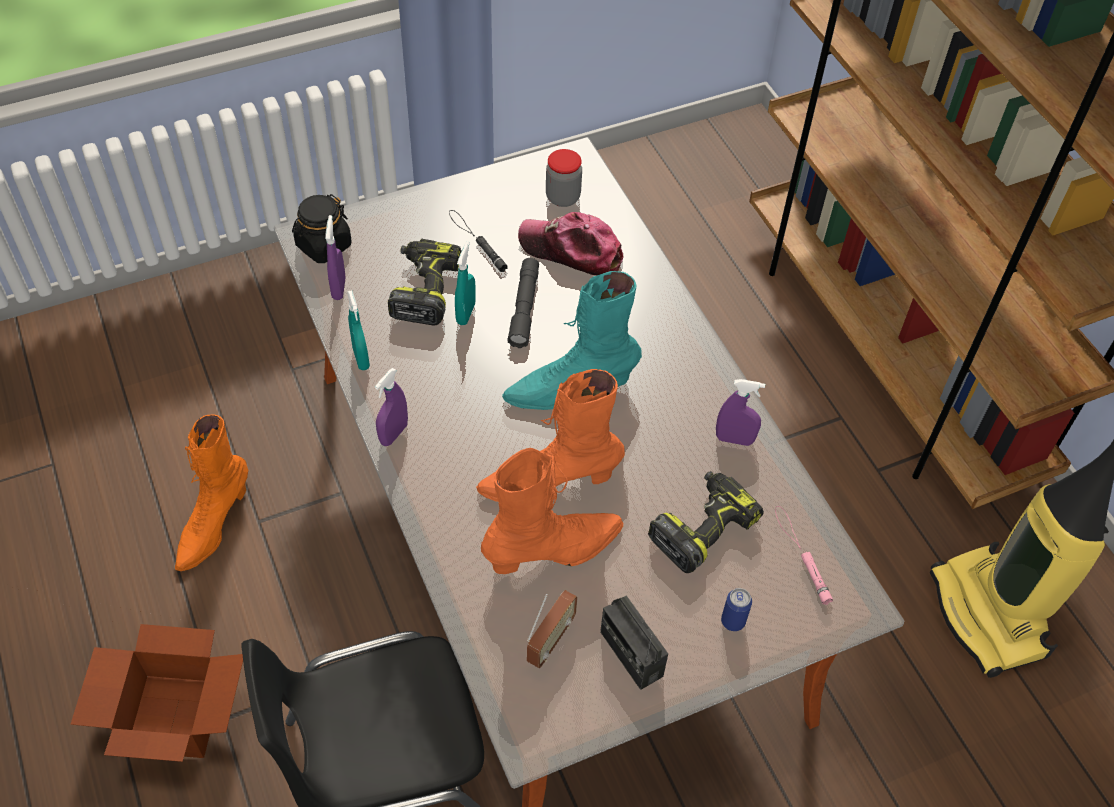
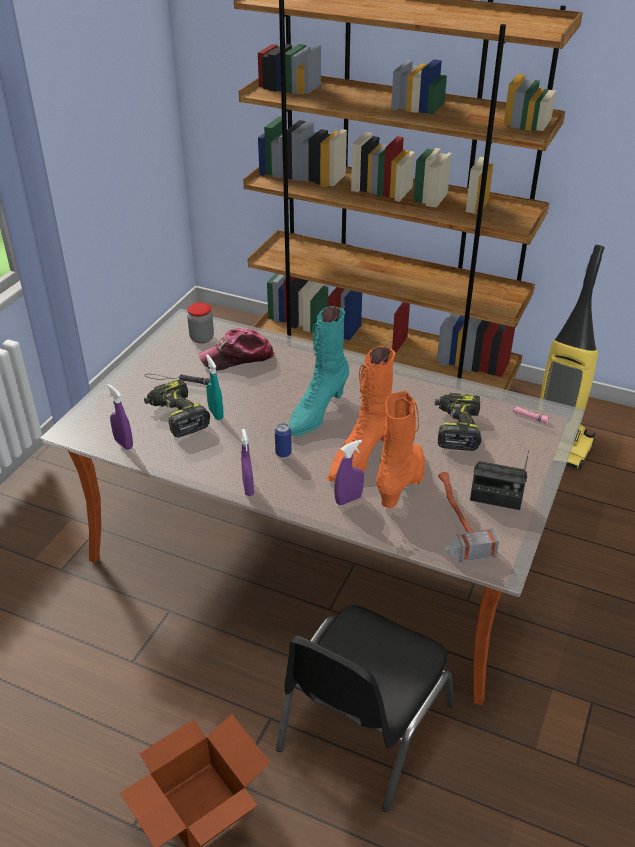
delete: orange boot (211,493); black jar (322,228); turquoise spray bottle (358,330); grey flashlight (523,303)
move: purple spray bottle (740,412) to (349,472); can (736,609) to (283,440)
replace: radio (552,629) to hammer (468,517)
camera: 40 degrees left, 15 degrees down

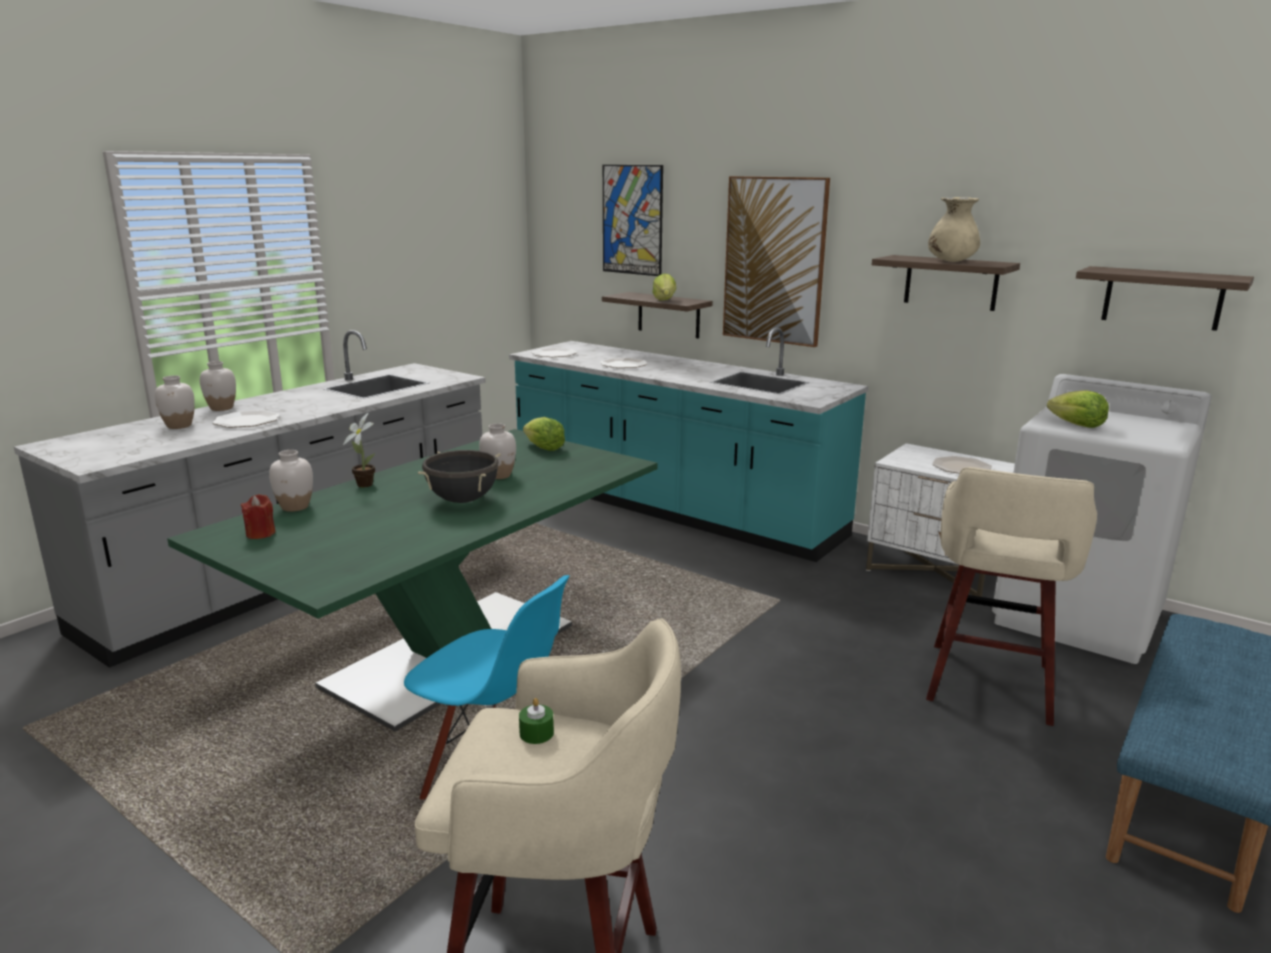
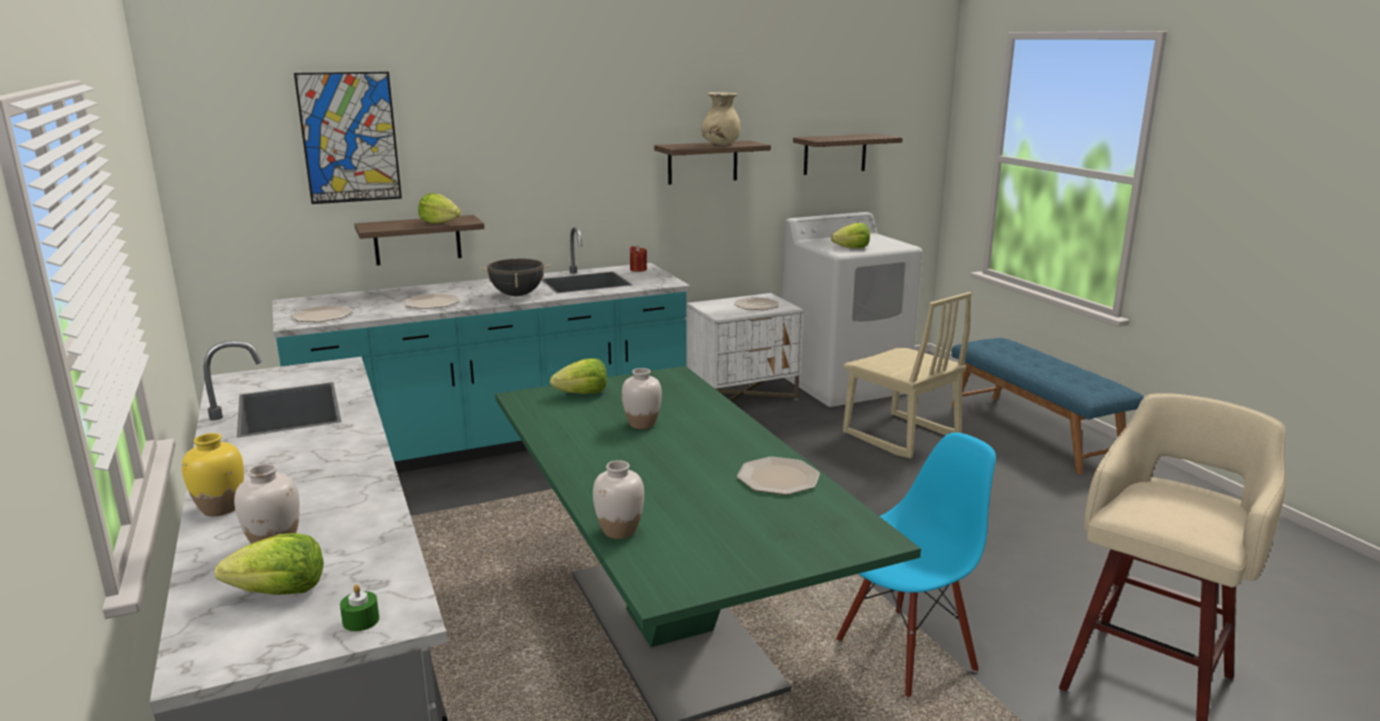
delete: potted plant (359,450); picture (776,261)
insert: lettuce (269,564)
move: plate (246,419) to (778,476); red candle (258,516) to (638,258); black cooking pot (459,476) to (515,277); green candle (536,721) to (359,607)
replace: beige stool (1011,596) to beige chair (907,375)
recolor: white vase (218,386) to yellow vase (213,474)
camera: 60 degrees left, 0 degrees up

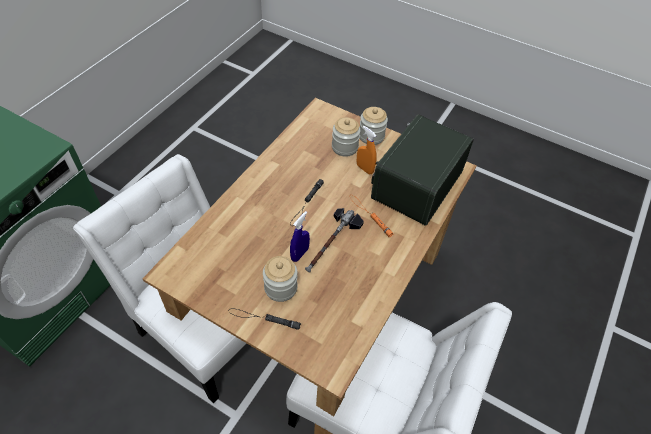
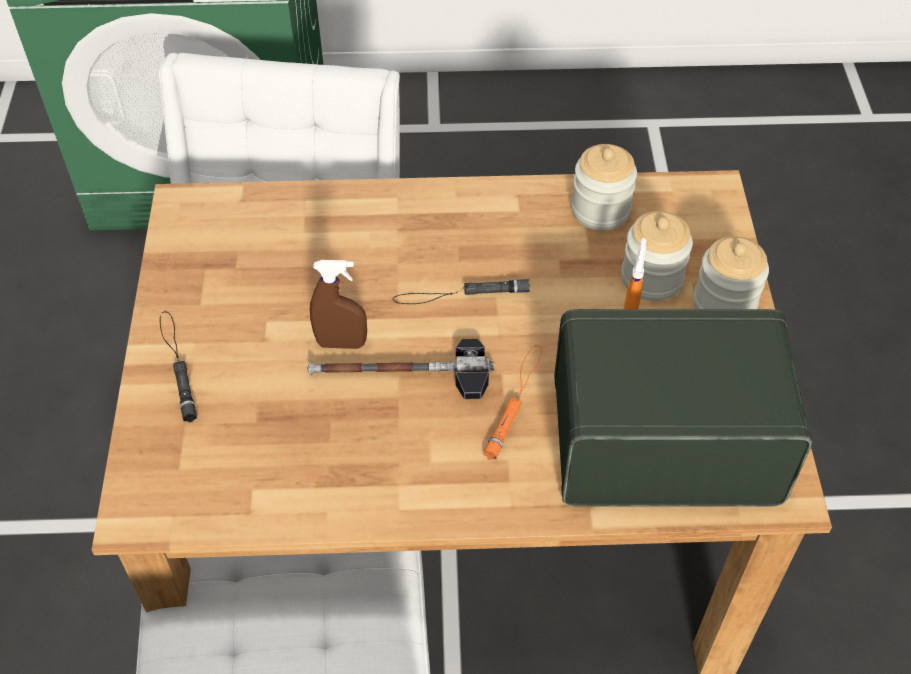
move: jar (280,279) to (604,187)
recolor: blue spray bottle (300,236) to brown spray bottle (338,304)
camera: 60 degrees right, 0 degrees up

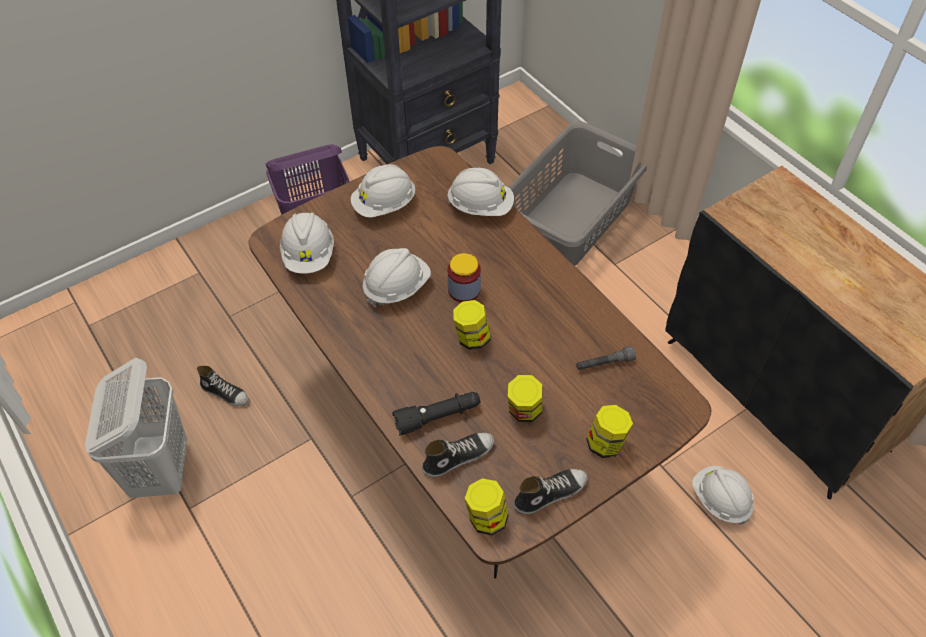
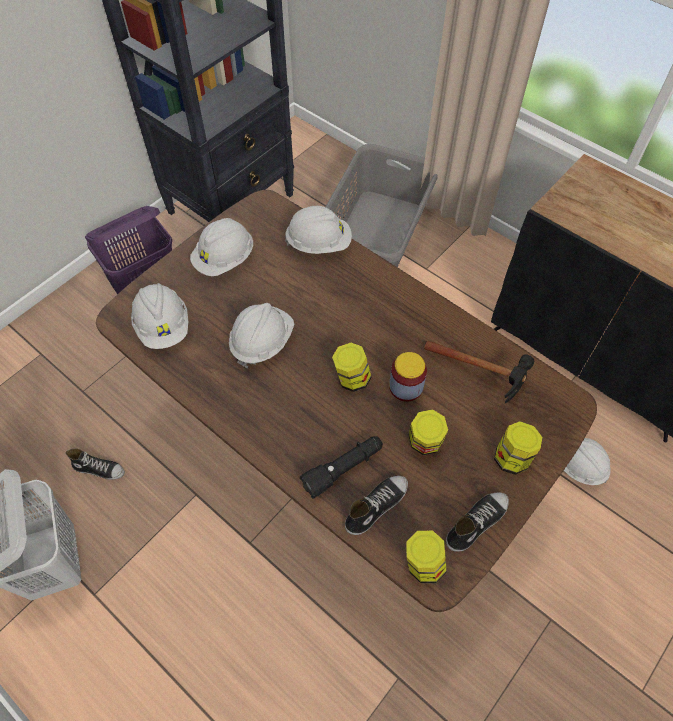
move: jar (464,277) to (408,377)
replace: grey flashlight (606,358) to hammer (479,372)
camera: 15 degrees left, 5 degrees up

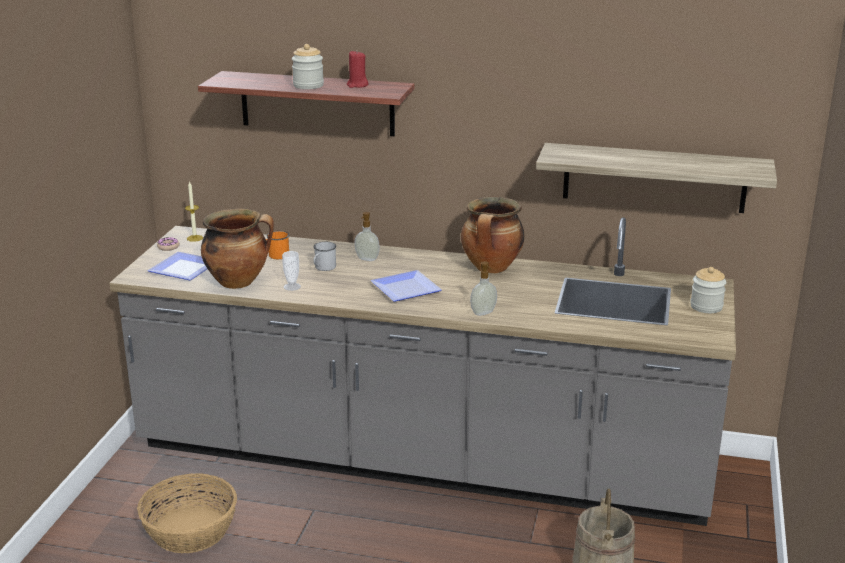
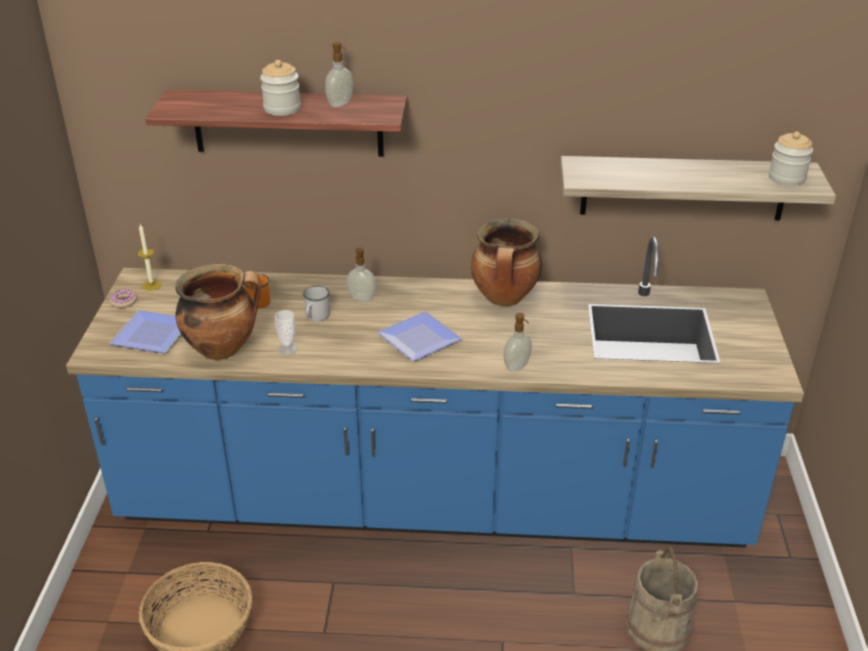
move: jar (708,290) to (791,159)
replace: red candle (357,69) to soap dispenser (339,74)
recolor: grey counter (423,371) to blue counter (435,392)
camera: 10 degrees left, 10 degrees up

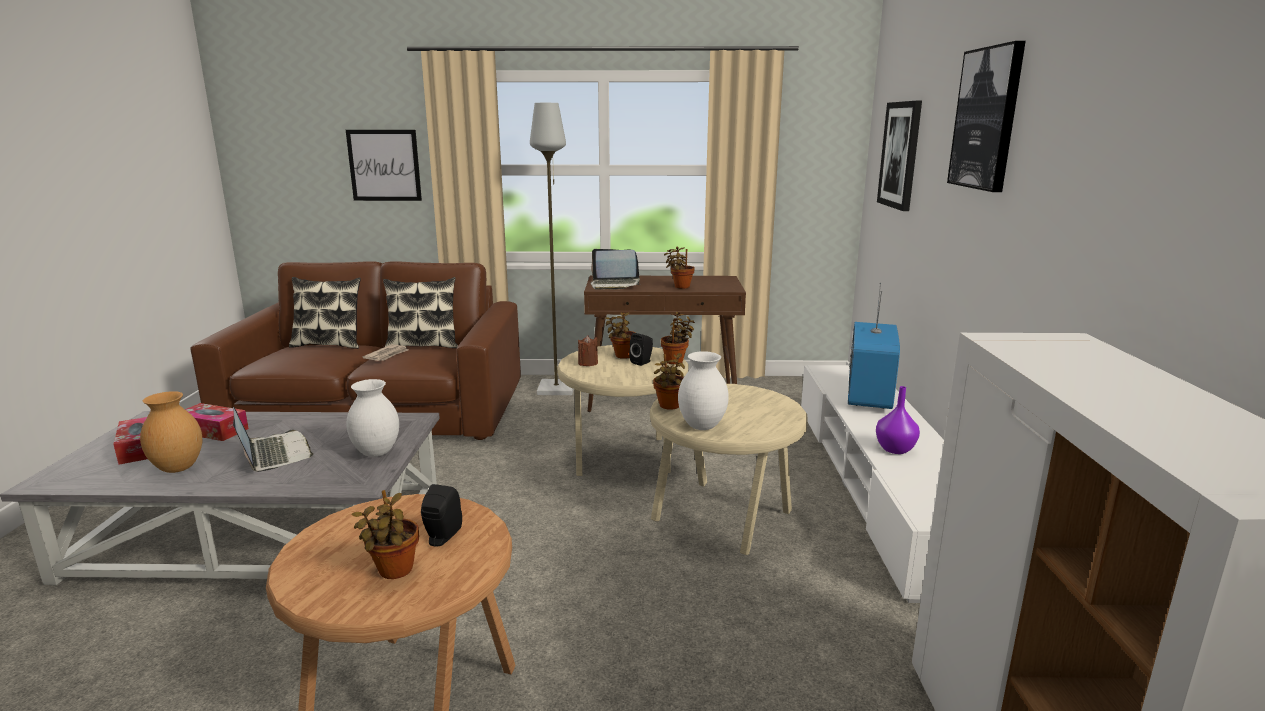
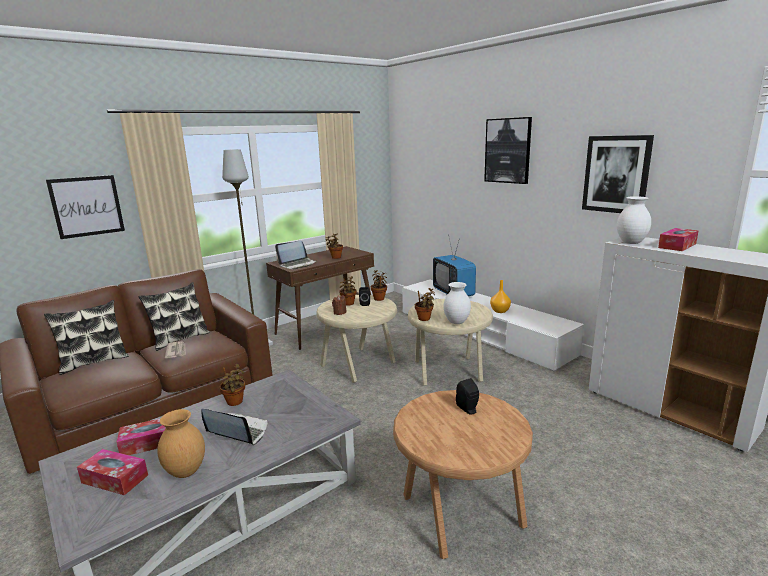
insert: tissue box (678,239)
move: white vase (372,418) to (634,220); potted plant (385,534) to (232,385); picture (899,156) to (618,174)
recolor: purple vase (898,420) to orange vase (500,296)
camera: 40 degrees left, 0 degrees up

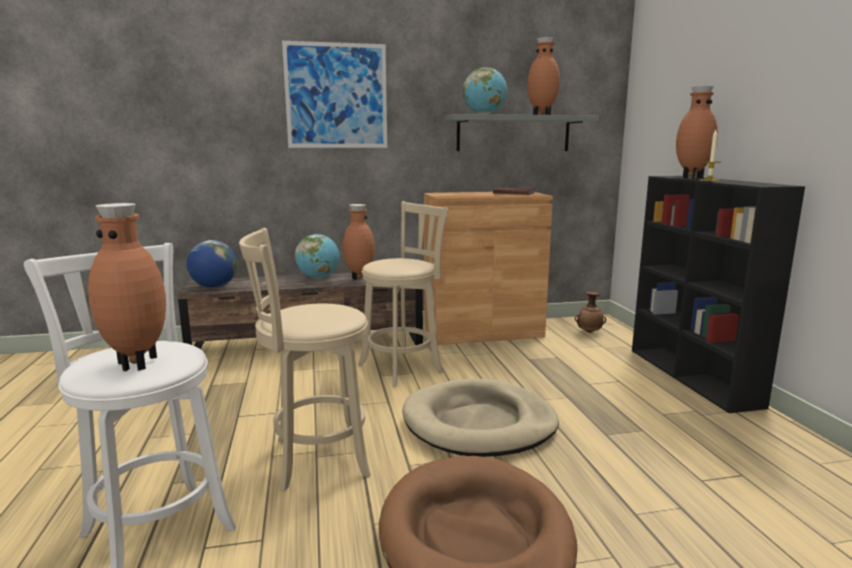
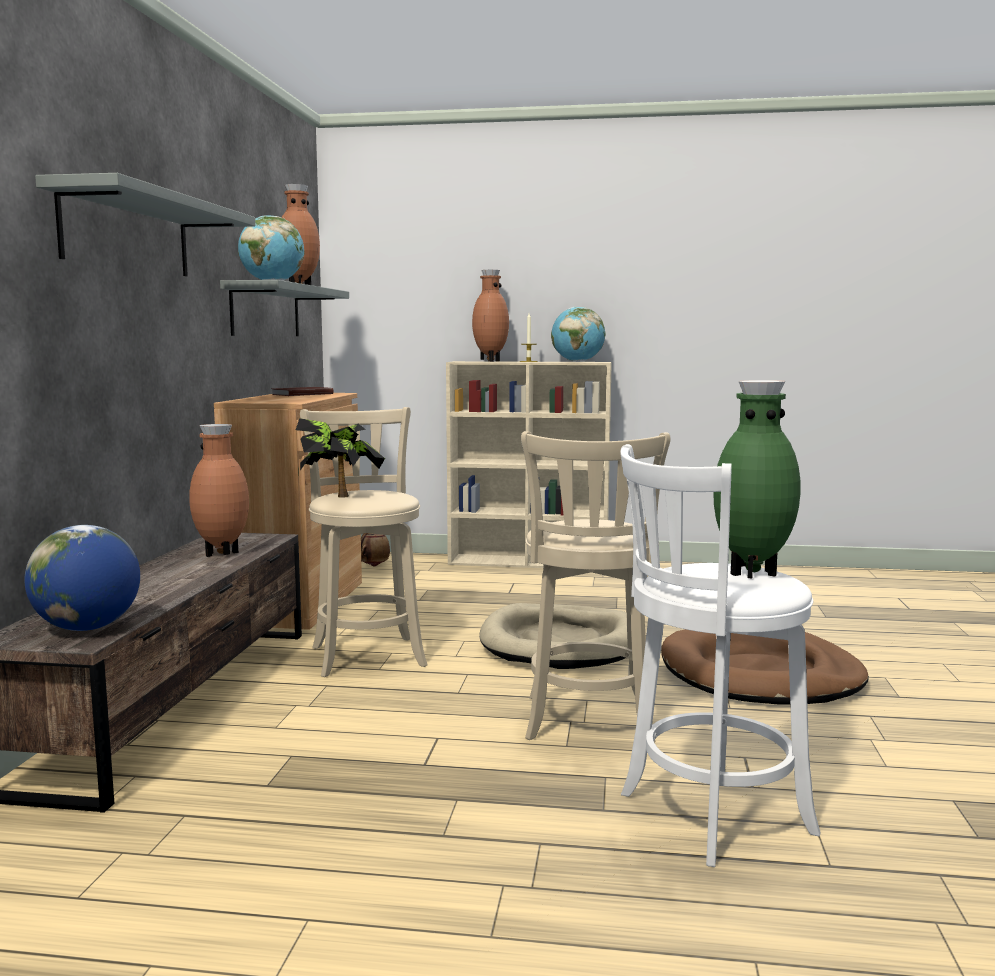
insert: potted plant (340,457)
move: globe (317,256) to (578,334)
replace: picture (334,94) to grey shelf (145,224)
recolor: brown vase (127,287) to green vase (757,479); black bookcase (718,294) to beige bookcase (529,464)
camera: 70 degrees left, 5 degrees down

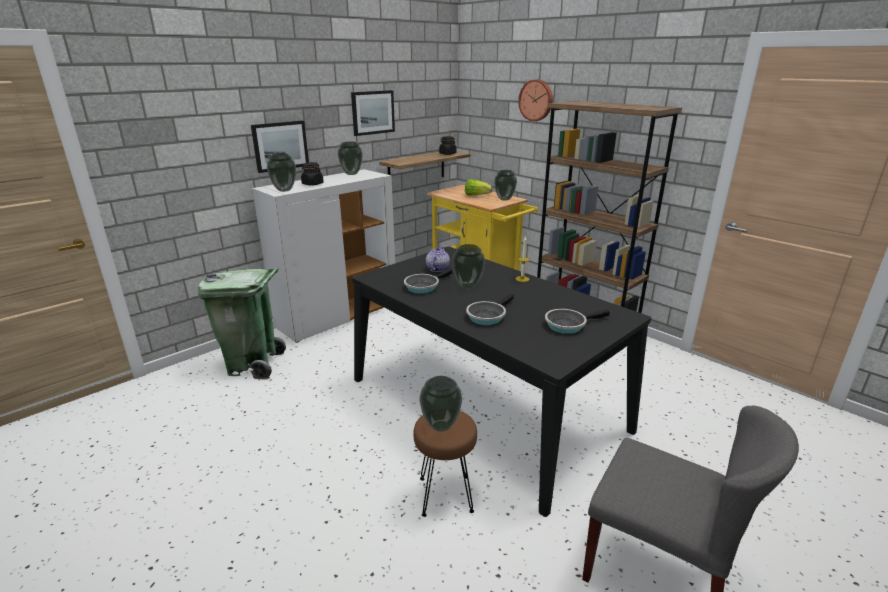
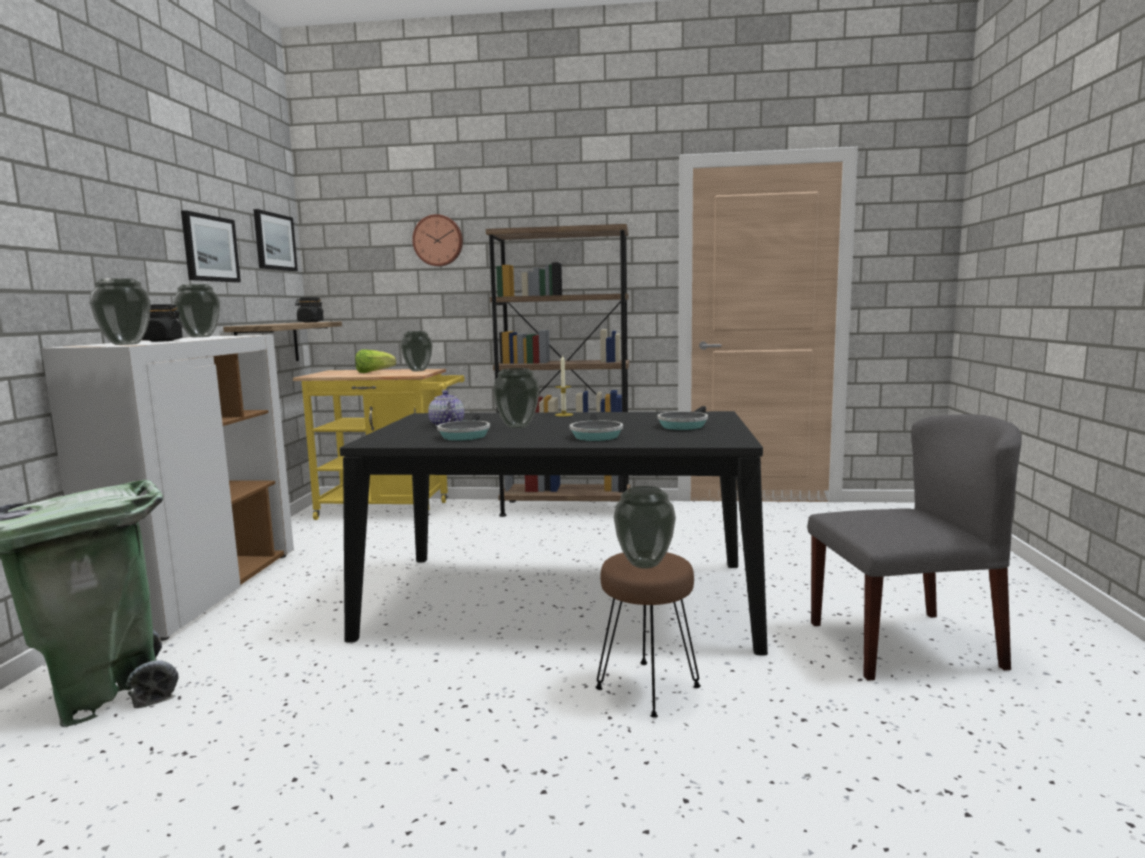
move: picture (280,147) to (275,240)
camera: 40 degrees left, 15 degrees down

